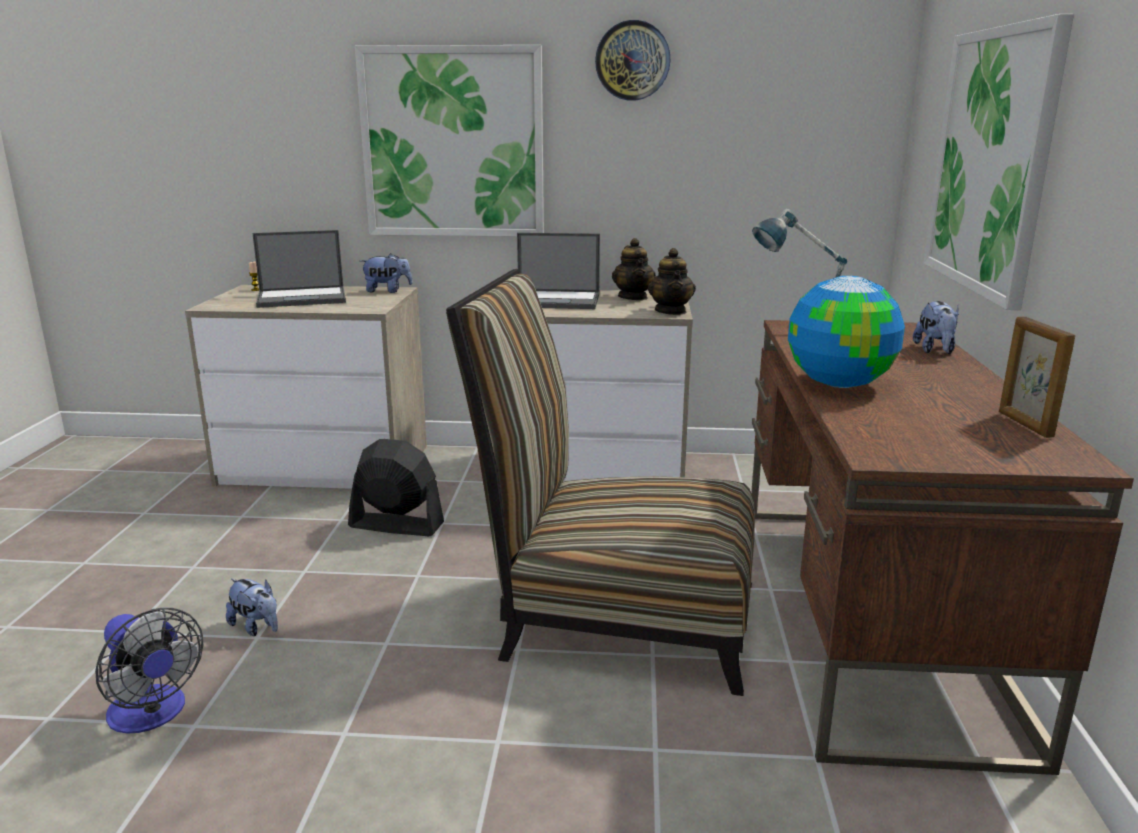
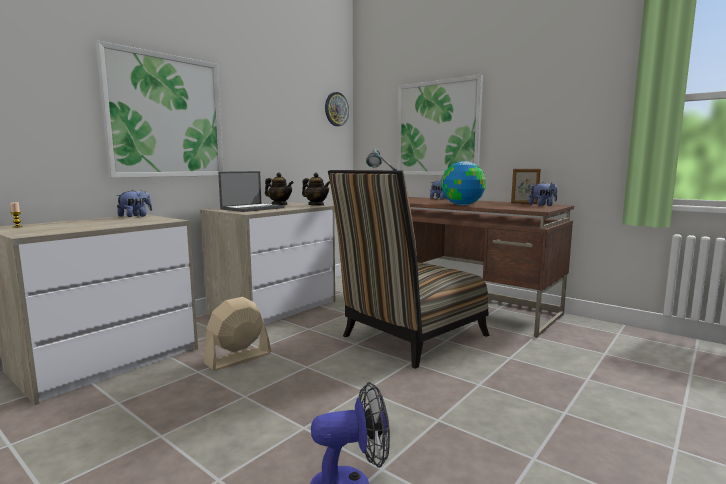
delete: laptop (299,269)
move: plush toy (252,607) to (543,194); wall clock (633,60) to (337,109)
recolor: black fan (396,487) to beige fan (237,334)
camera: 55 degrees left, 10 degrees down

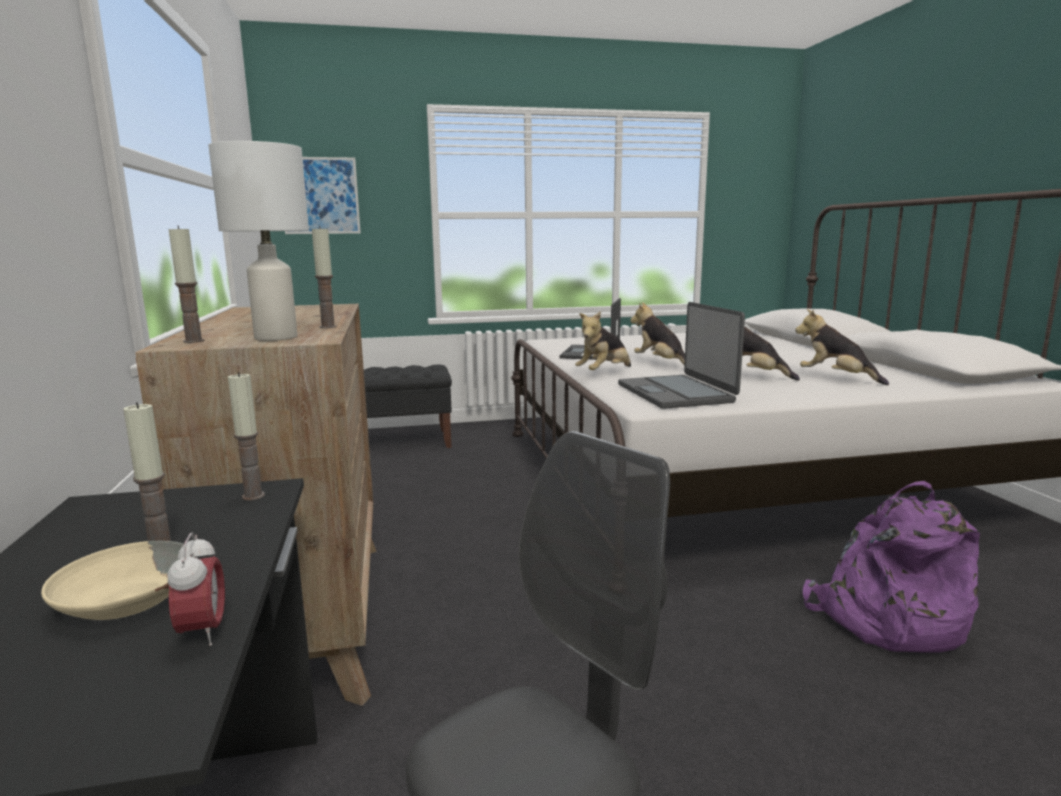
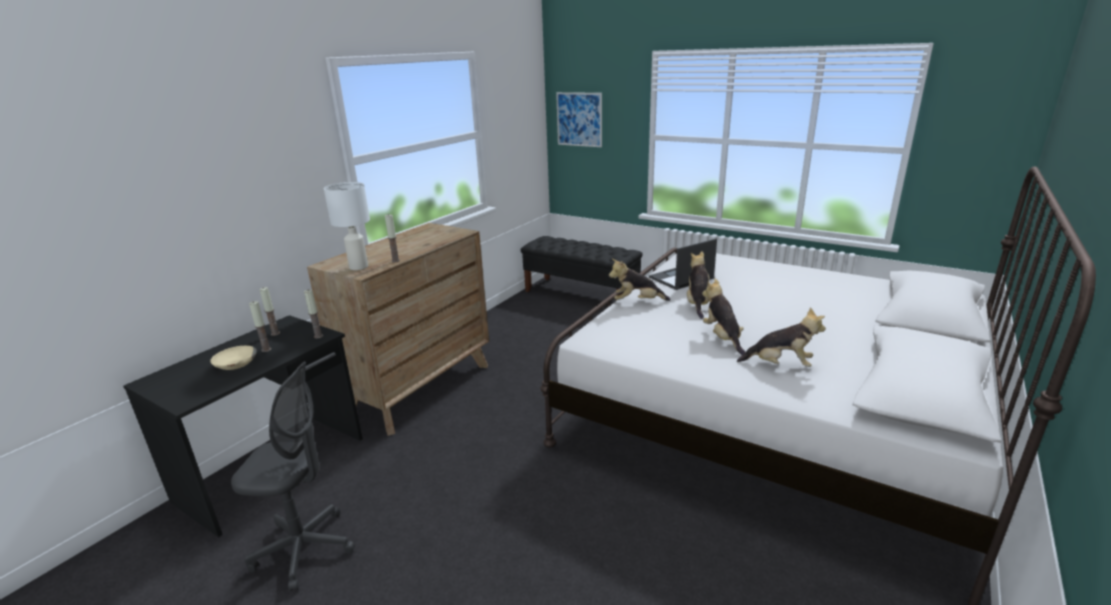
delete: alarm clock (196,589); laptop (681,355); purple backpack (891,566)
move: candle (186,284) to (269,311)
rotate: plush toy (842,347) = (781,337) 105 degrees clockwise
camera: 45 degrees right, 10 degrees up

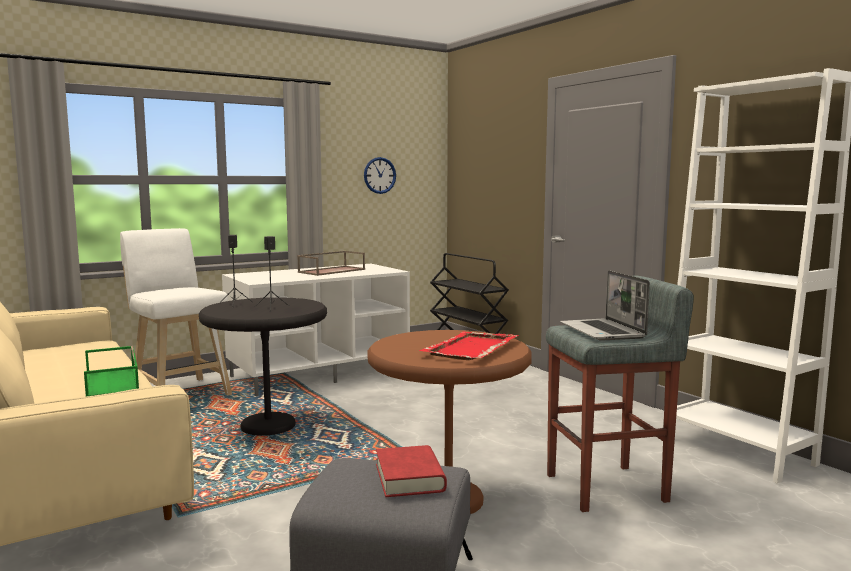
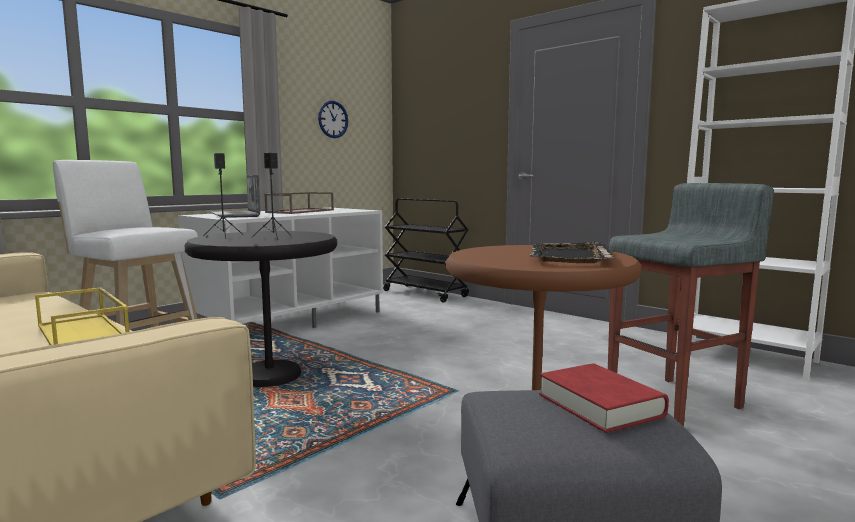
move: laptop (605,305) to (235,196)
recolor: green tray (111,371) to yellow tray (82,316); red tray (469,346) to black tray (572,252)
camera: 15 degrees left, 0 degrees up

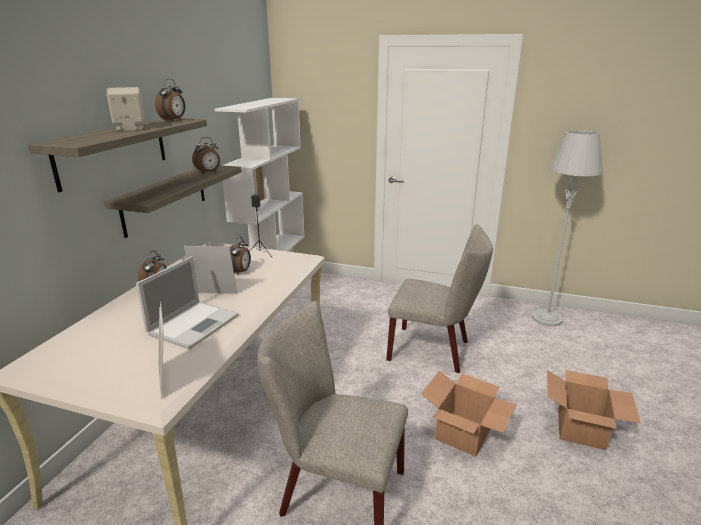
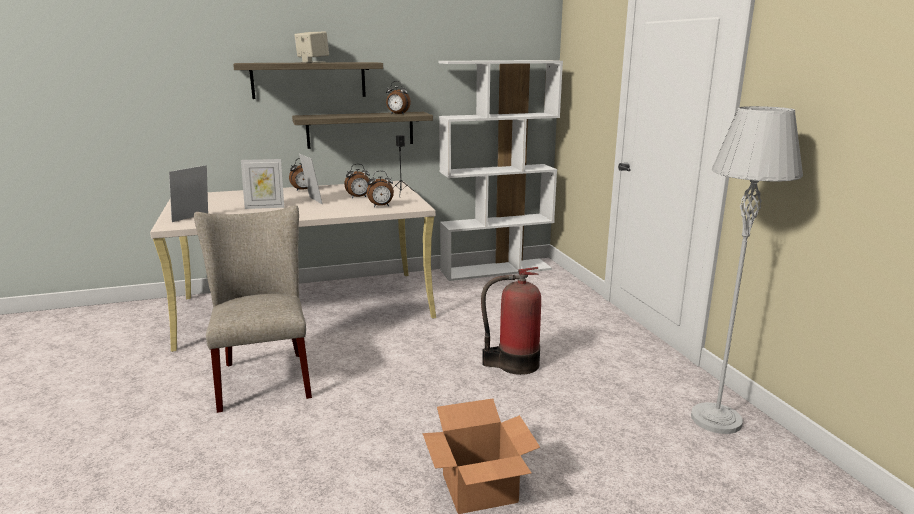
delete: cardboard box (469,413)
move: alarm clock (170,100) to (380,189)
replace: laptop (187,303) to picture frame (262,184); beige chair (439,298) to fire extinguisher (511,321)
camera: 55 degrees right, 5 degrees down

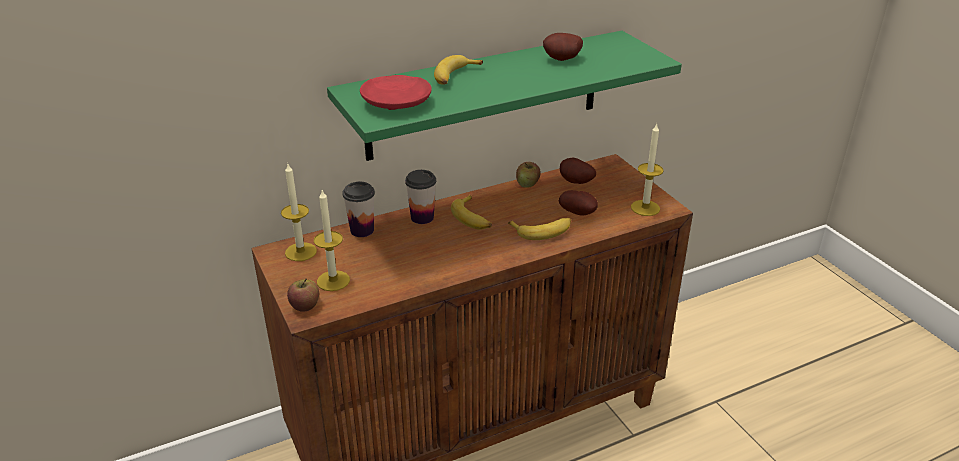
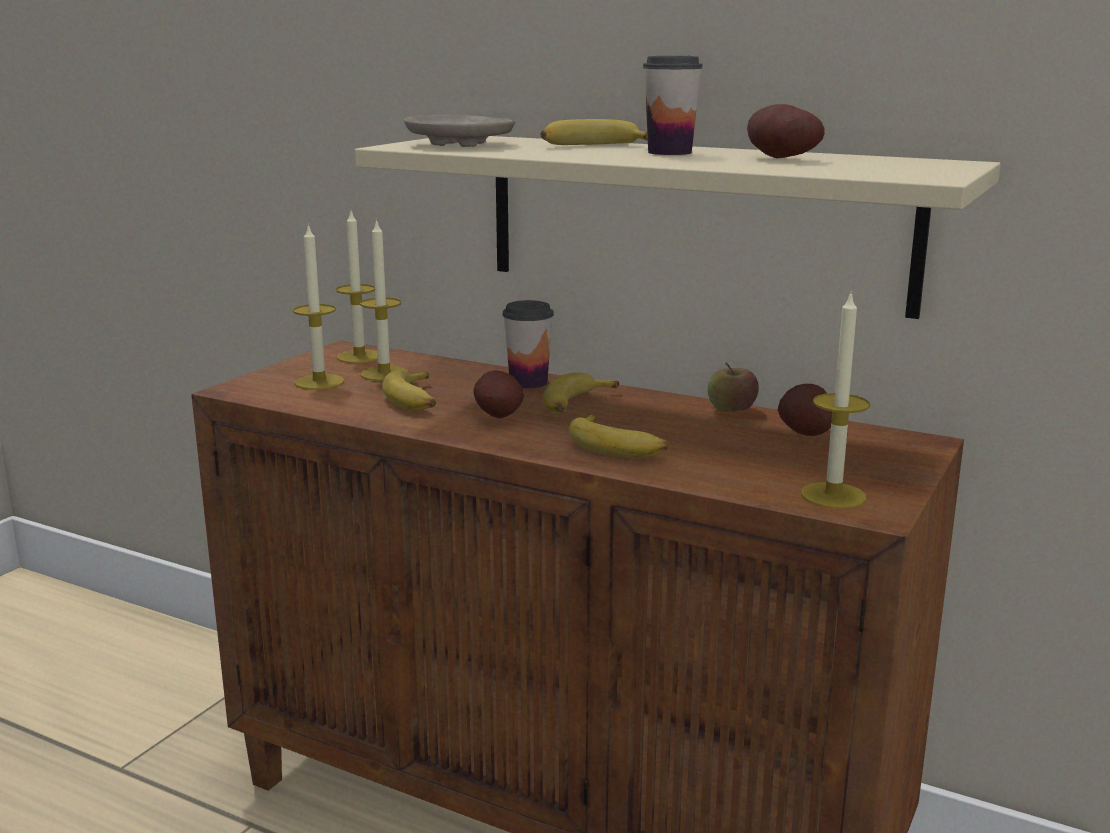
delete: apple (303,295)
insert: candle (384,300); banana (409,391)
move: cup (358,209) to (672,105); potato (578,203) to (498,394)
recolor: green shelf (504,96) to beige shelf (678,227); red plate (396,92) to beige plate (459,131)
camera: 55 degrees right, 15 degrees down

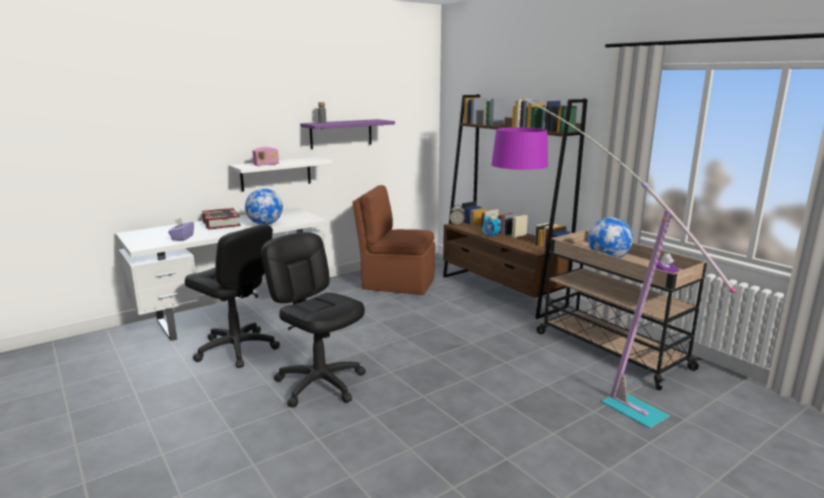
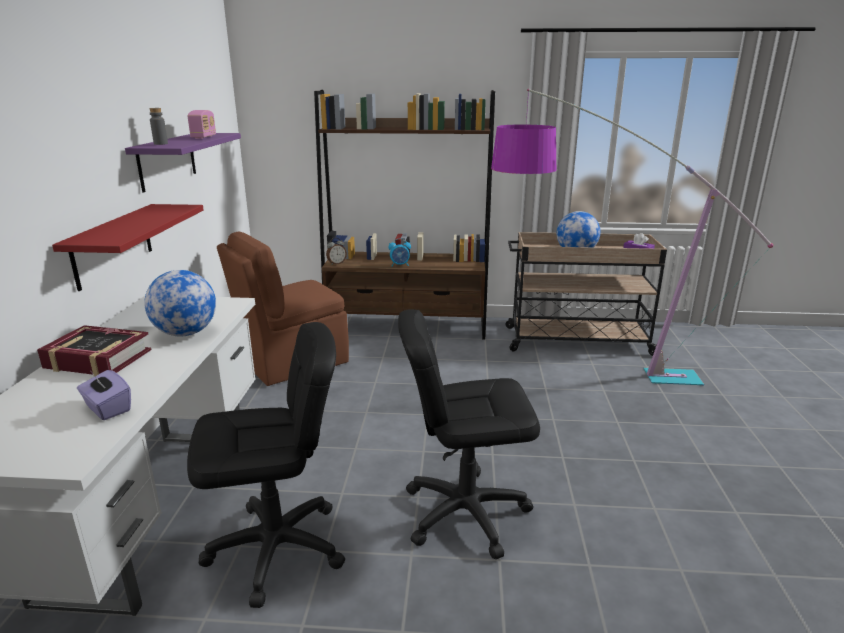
move: radio (265,156) to (201,124)
recolor: white shelf (281,174) to red shelf (128,247)
camera: 50 degrees left, 5 degrees up

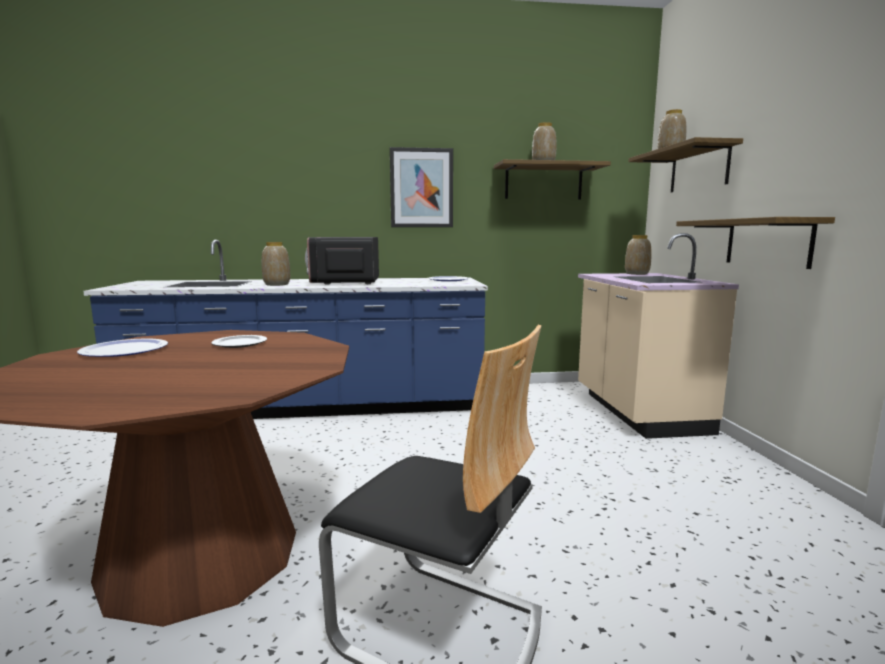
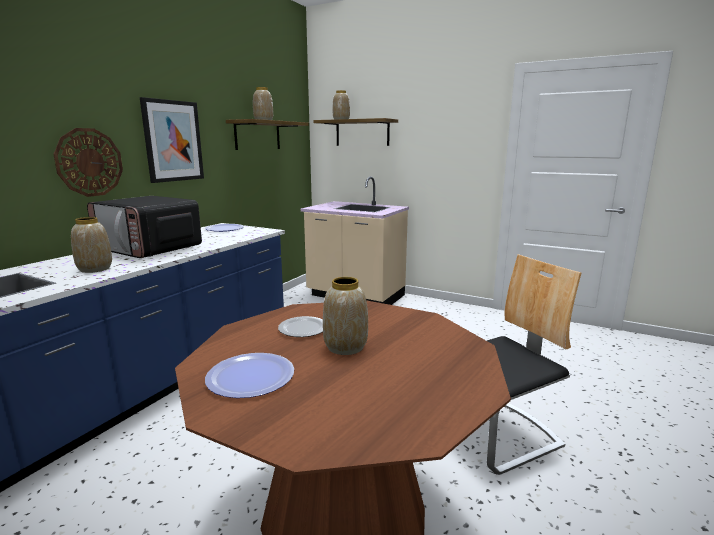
delete: shelf (755,243)
insert: wall clock (88,162)
move: vase (638,255) to (345,316)
camera: 55 degrees left, 5 degrees up

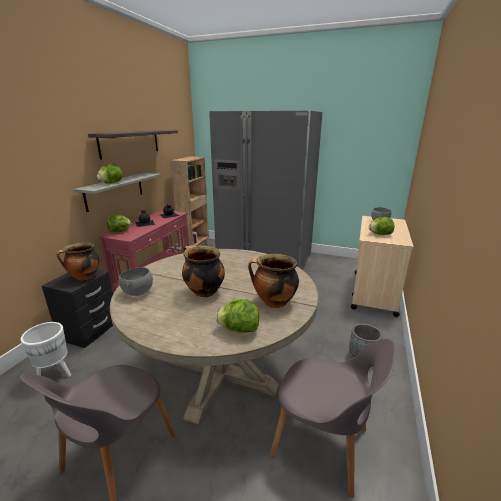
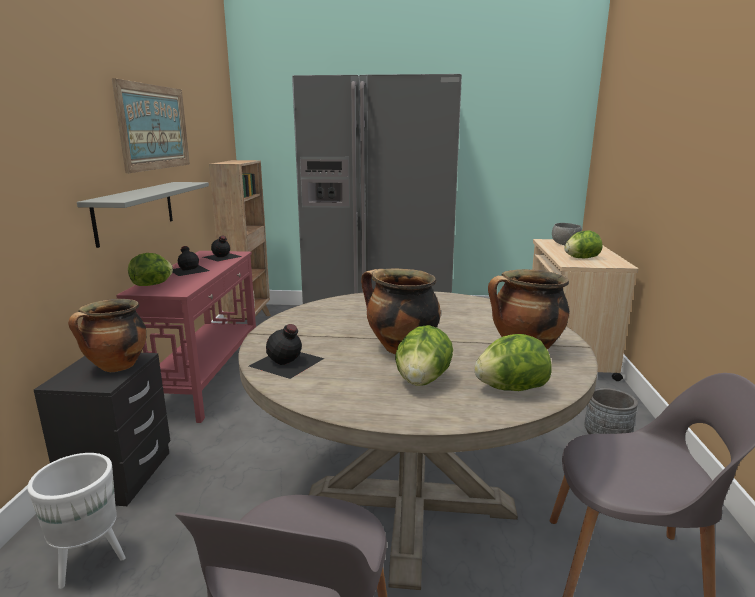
move: lettuce (110,174) to (424,355)
replace: shelf (133,145) to picture (151,126); grey bowl (136,281) to black bottle (286,351)
camera: 15 degrees left, 5 degrees down

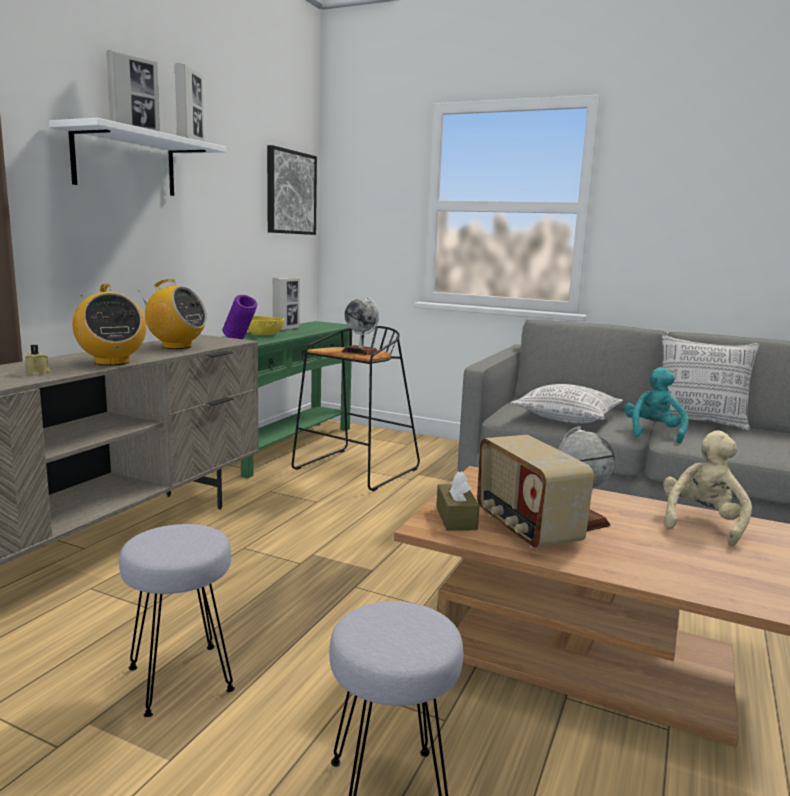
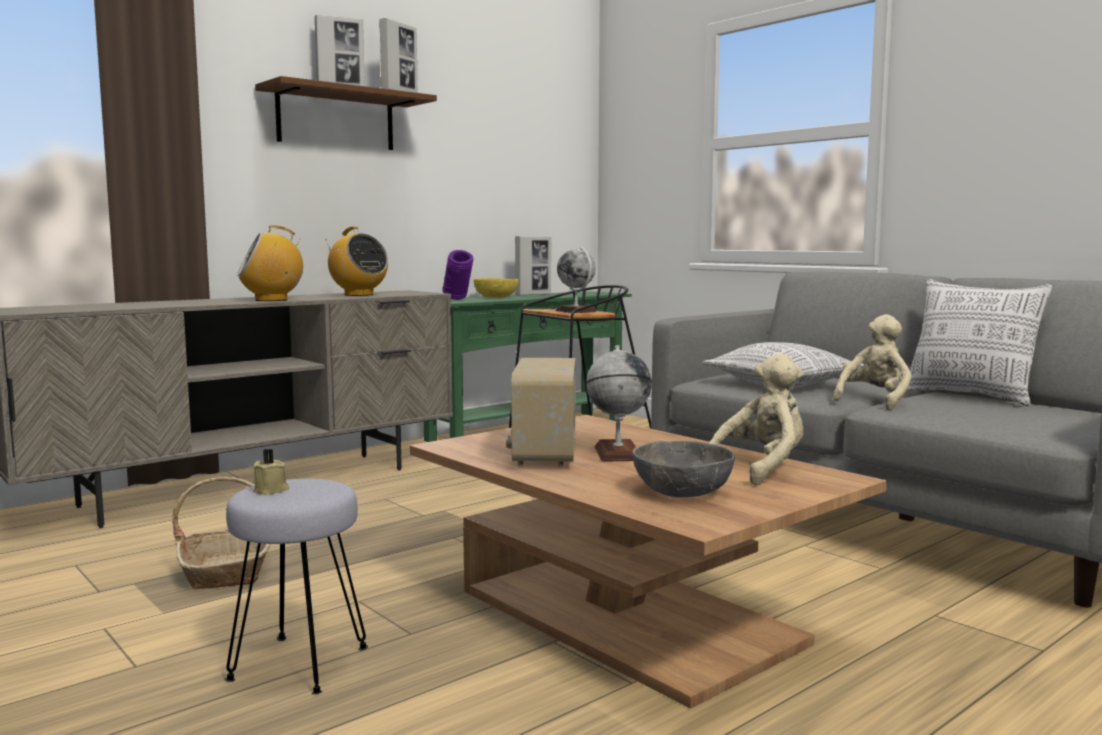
delete: picture (292,190); brown tissue box (458,501)
insert: grey bowl (684,469)
move: beige candle (37,360) to (271,472)
replace: grey stool (177,620) to basket (221,533)
recolor: white shelf (138,157) to brown shelf (346,113); turquoise plush toy (656,405) to beige plush toy (872,362)
rotate: radio (109,325) = (270,263) 75 degrees clockwise
camera: 25 degrees right, 5 degrees down

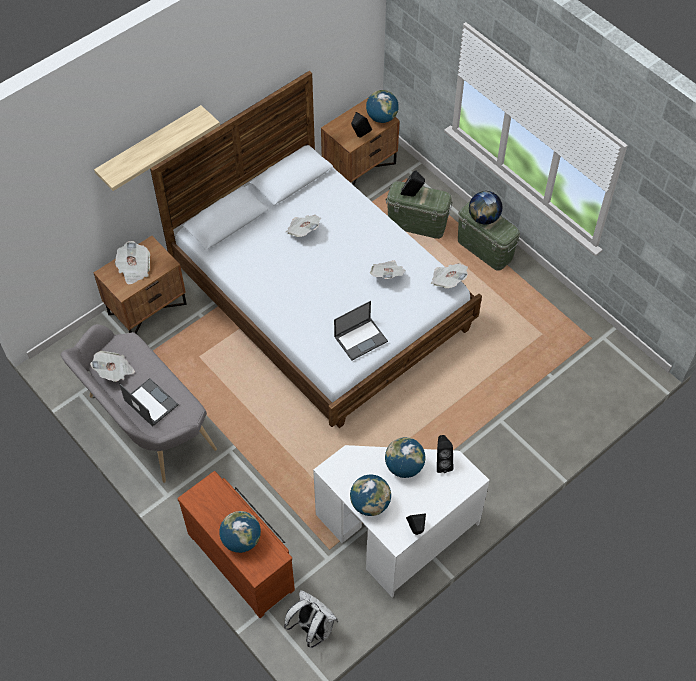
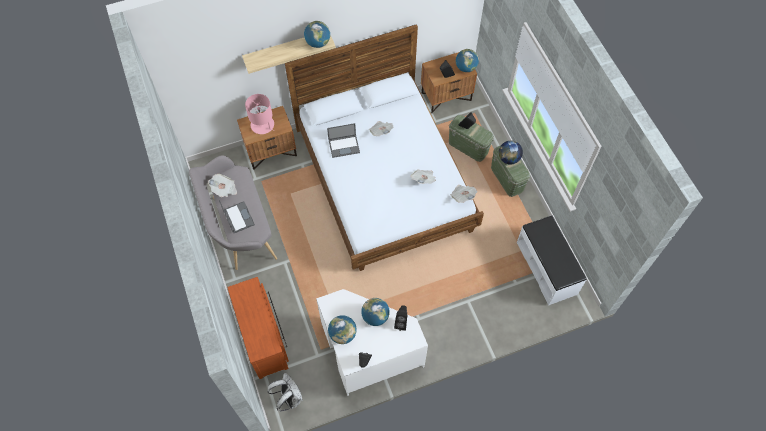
insert: white bench (552,260)
move: globe (240,532) to (317,34); laptop (361,330) to (343,140)
replace: newspaper (132,263) to pink table lamp (259,114)
camera: 20 degrees right, 5 degrees up

